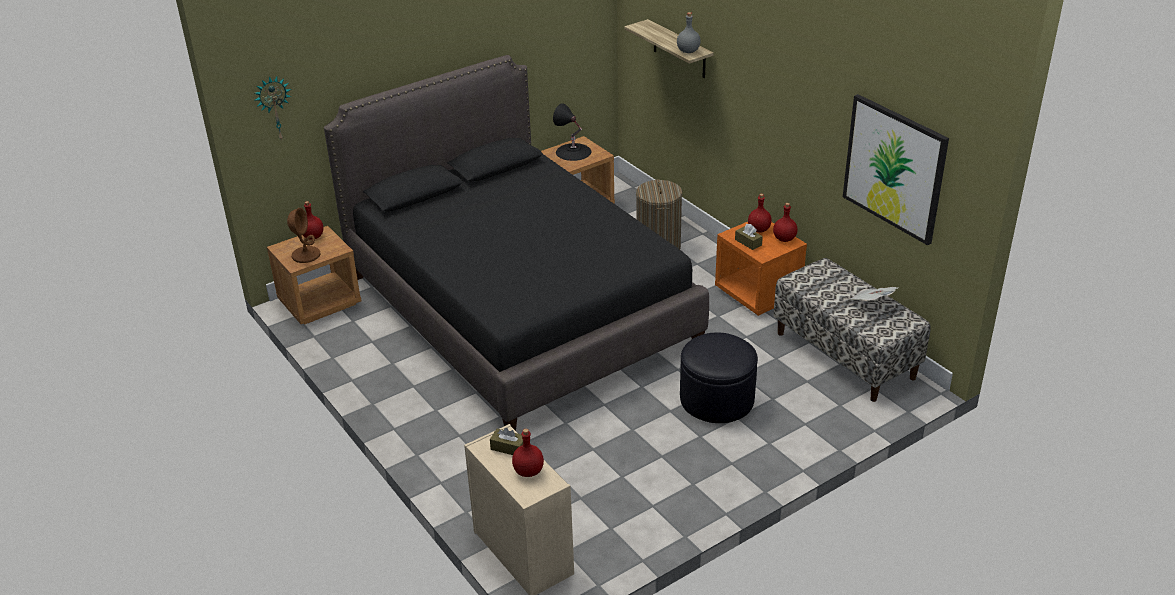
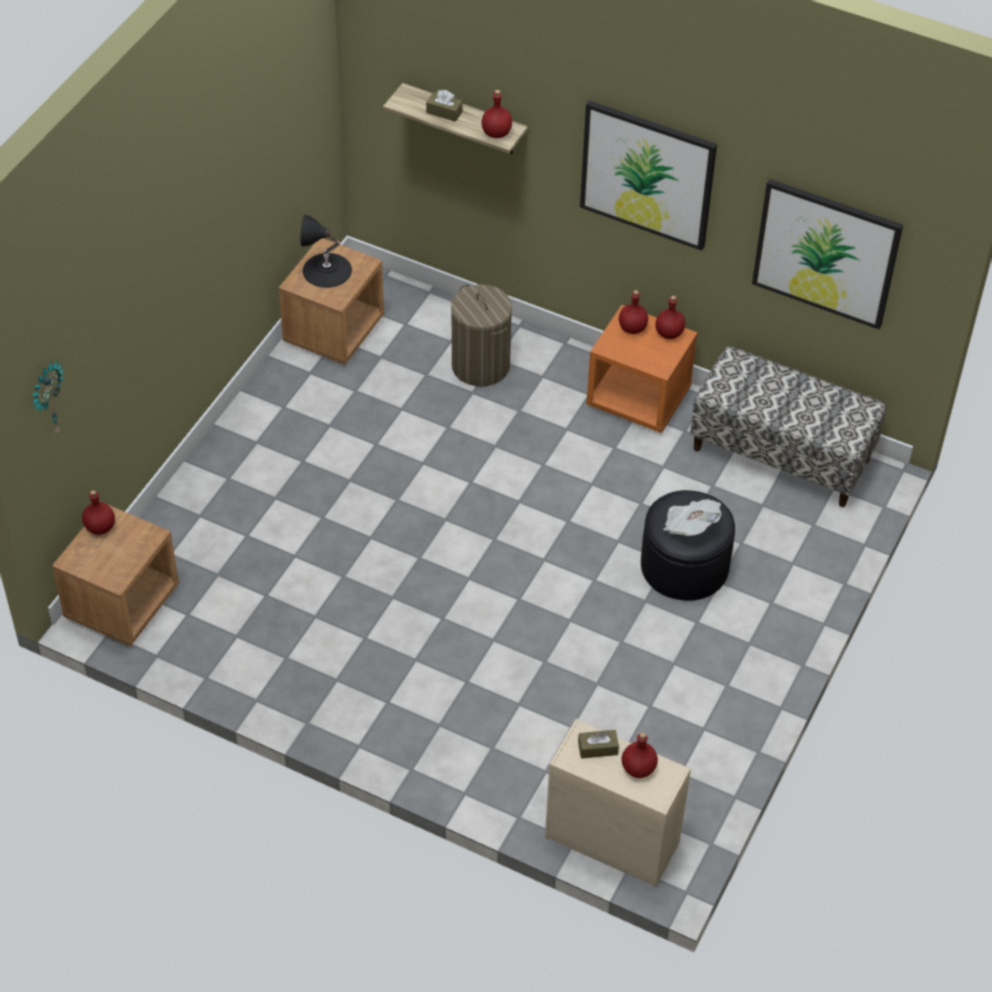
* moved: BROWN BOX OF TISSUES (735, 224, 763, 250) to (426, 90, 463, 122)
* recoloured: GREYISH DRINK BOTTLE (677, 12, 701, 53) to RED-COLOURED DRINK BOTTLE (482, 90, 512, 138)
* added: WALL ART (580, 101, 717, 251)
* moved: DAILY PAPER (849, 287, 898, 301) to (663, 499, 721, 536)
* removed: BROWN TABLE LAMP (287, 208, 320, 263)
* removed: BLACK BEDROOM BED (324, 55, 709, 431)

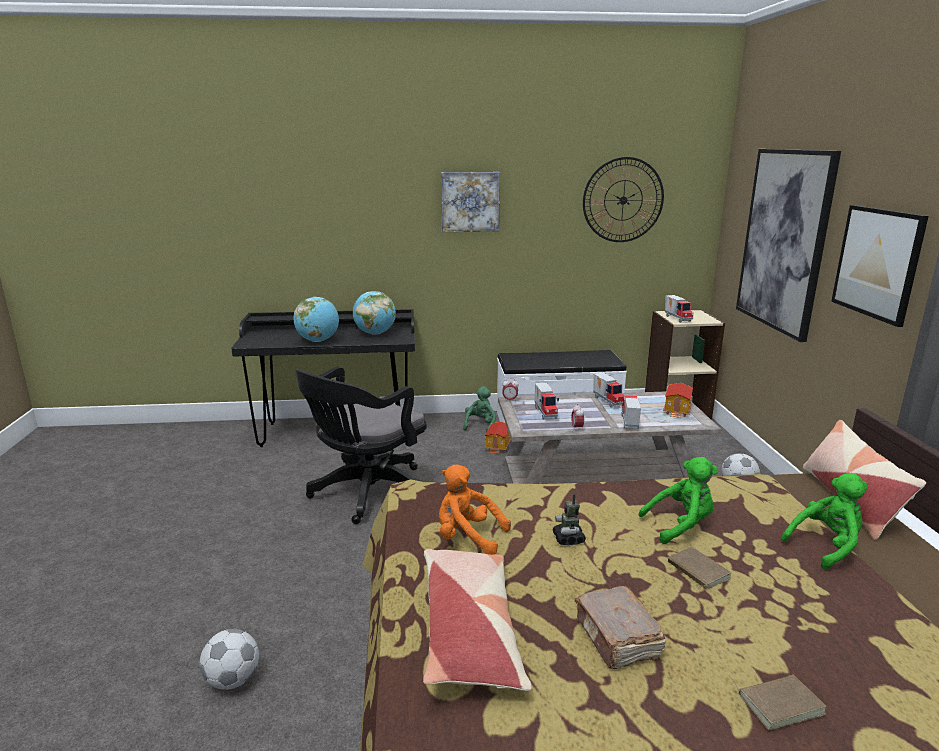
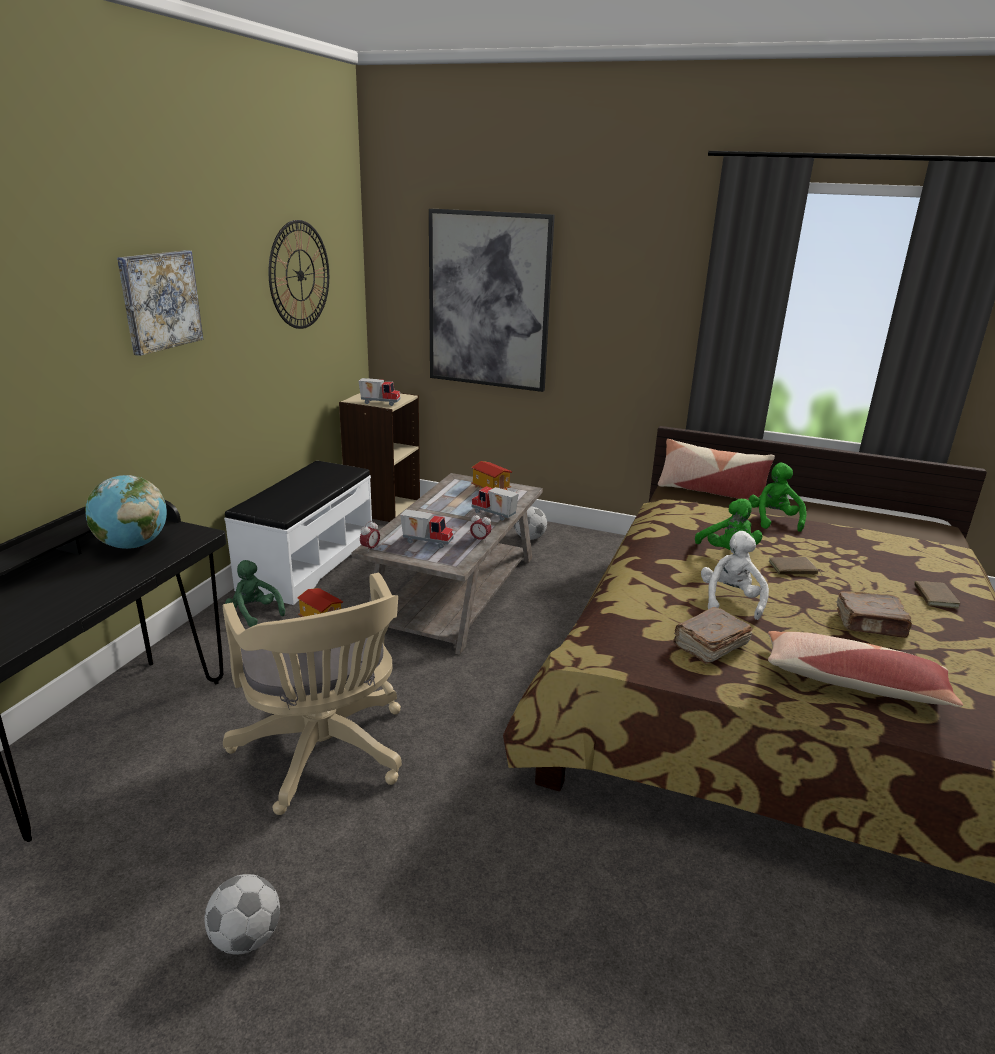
* moved: FOOTBALL (200, 629, 259, 690) to (204, 874, 280, 954)
* recoloured: BLACK DESK CHAIR (295, 367, 427, 524) to SAND-COLOURED DESK CHAIR (223, 573, 402, 815)
* replaced: ORANGE-COLOURED CUDDLY TOY (439, 464, 511, 555) to BROWN BOOK (673, 607, 753, 664)
* turned: GREEN-COLOURED CUDDLY TOY (639, 457, 719, 544) = (695, 499, 762, 550) 150 degrees clockwise
* replaced: ROBOT FIGURE (553, 494, 586, 545) to WHITE-COLOURED CUDDLY TOY (701, 531, 769, 620)
* removed: DESK GLOBE (293, 297, 339, 342)
* removed: TOY LORRY (593, 373, 625, 408)
* removed: WALL ART (831, 205, 929, 327)

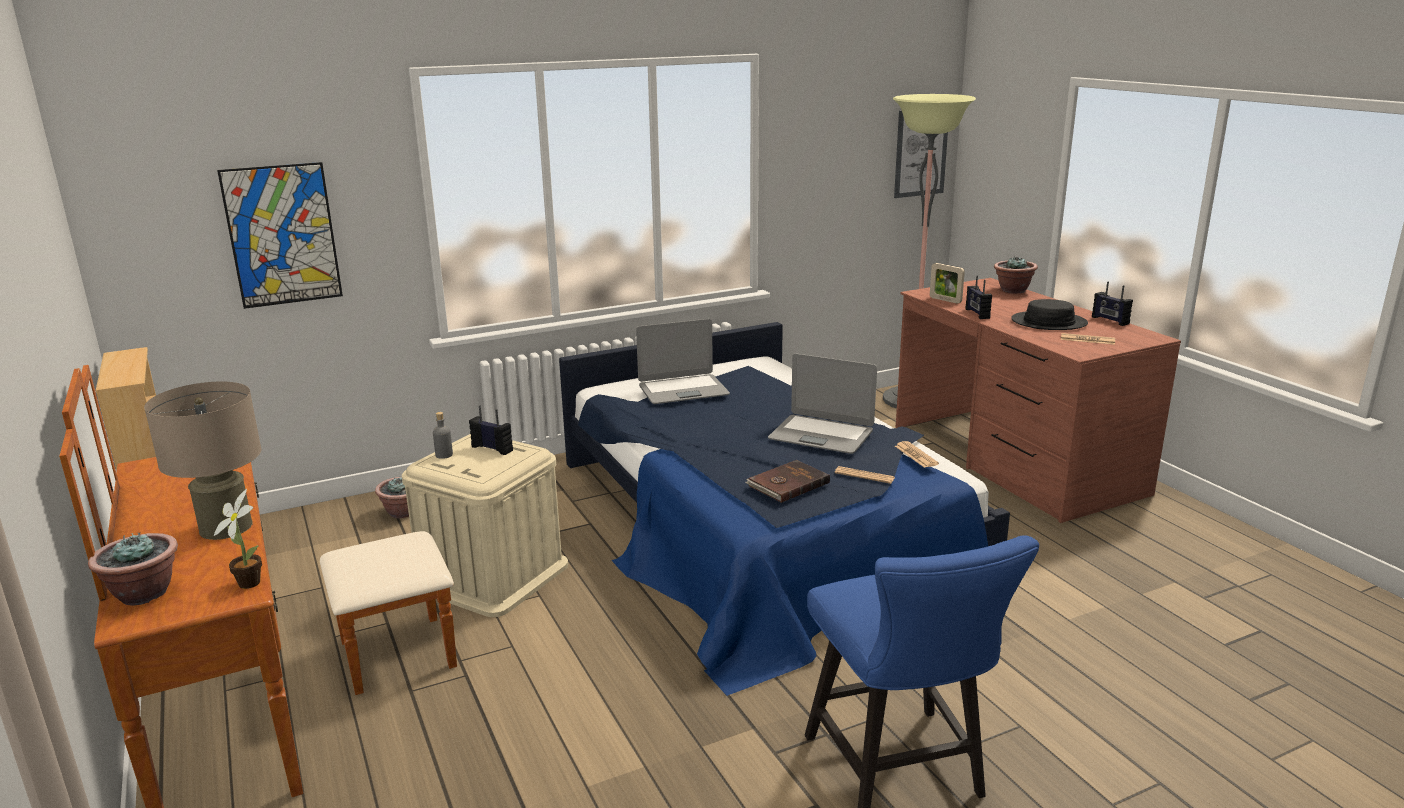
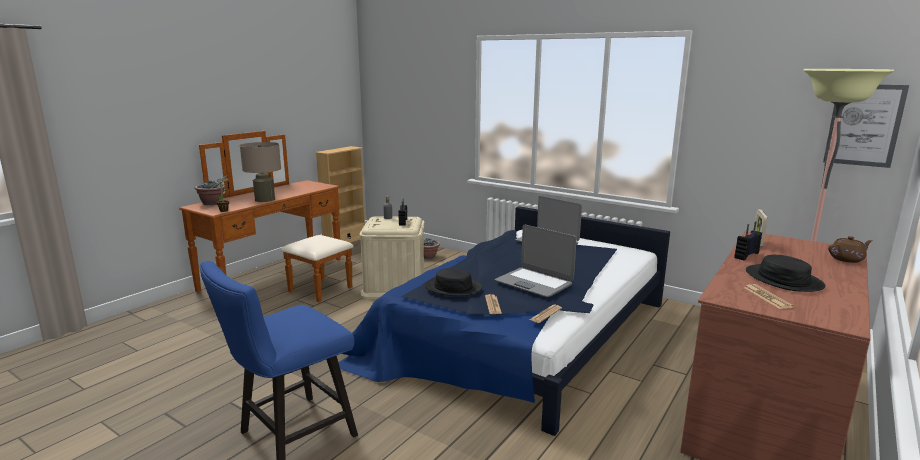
* replaced: BROWN BOOK (745, 460, 830, 503) to BLACK WEARABLE HAT (425, 268, 482, 296)
* turned: PORTABLE COMPUTER (768, 353, 877, 454) = (495, 225, 577, 297) 45 degrees counterclockwise
* replaced: HOUSEPLANT (994, 256, 1038, 293) to BROWN TEA POT (828, 236, 873, 263)
* removed: WALL ART (217, 162, 343, 309)
* removed: RADIO (1092, 281, 1133, 326)

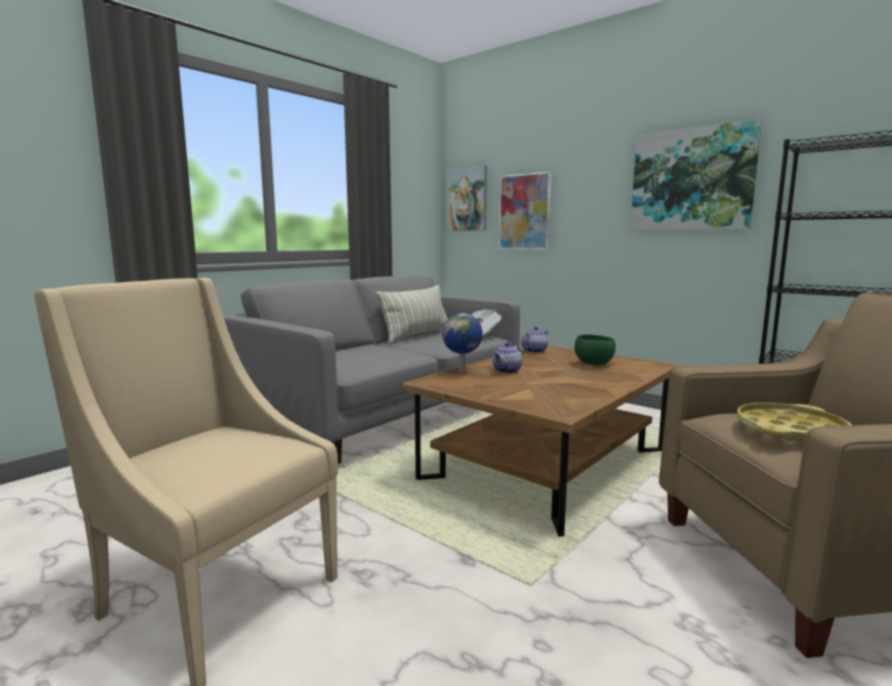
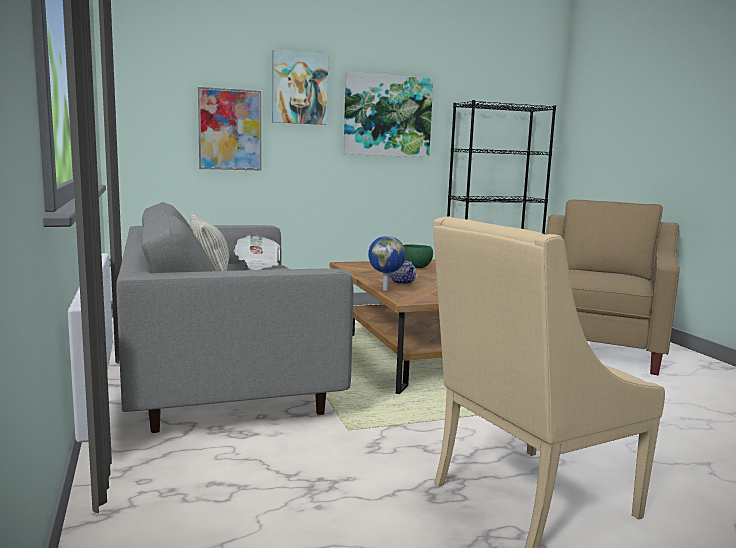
* moved: WALL ART (446, 165, 487, 231) to (272, 49, 328, 125)
* removed: TEA POT (521, 327, 549, 353)
* removed: YELLOWISH TRAY (737, 403, 851, 442)

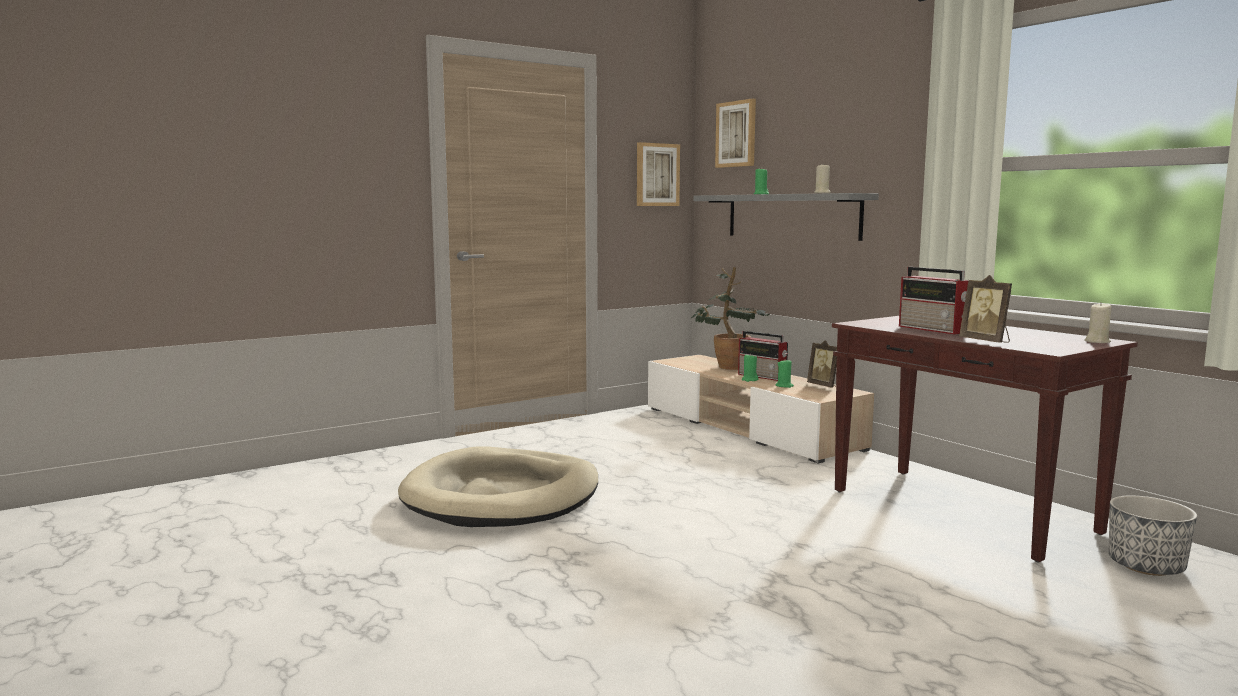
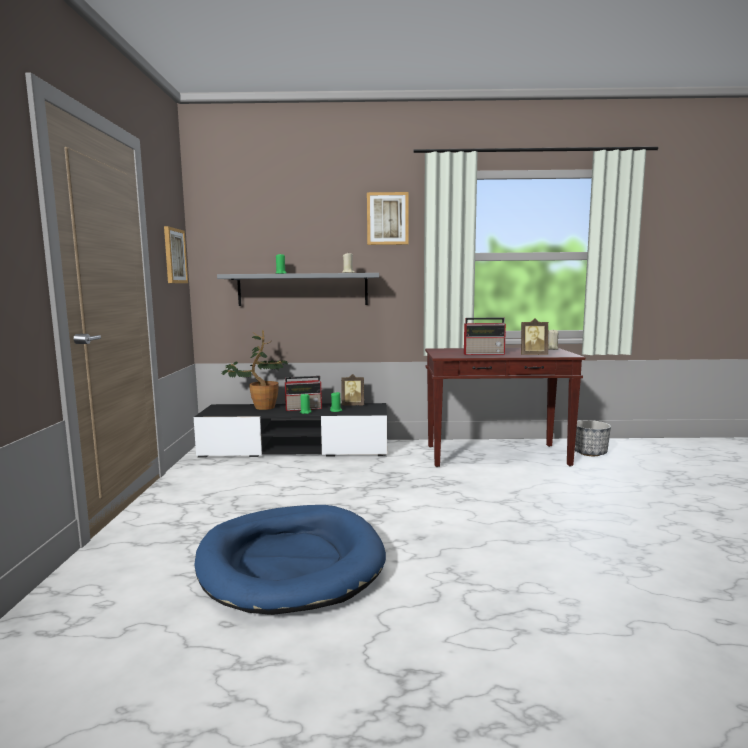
* recoloured: SAND-COLOURED TV STAND (648, 355, 874, 464) to BLACK TV STAND (194, 403, 387, 457)
* recoloured: SAND-COLOURED DOG BED (398, 446, 598, 527) to BLUISH DOG BED (194, 505, 386, 615)
* moved: WALL ART (715, 99, 756, 168) to (367, 192, 409, 245)

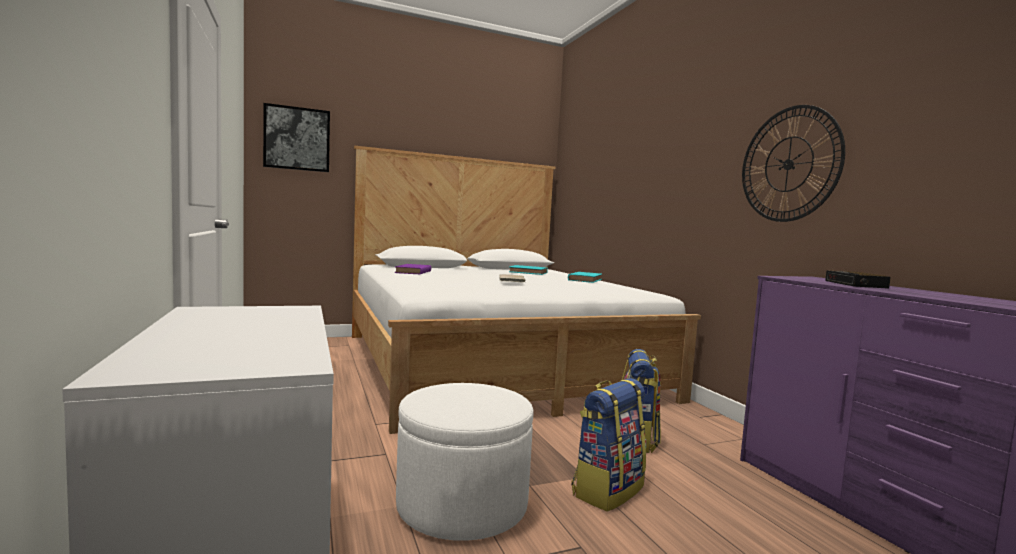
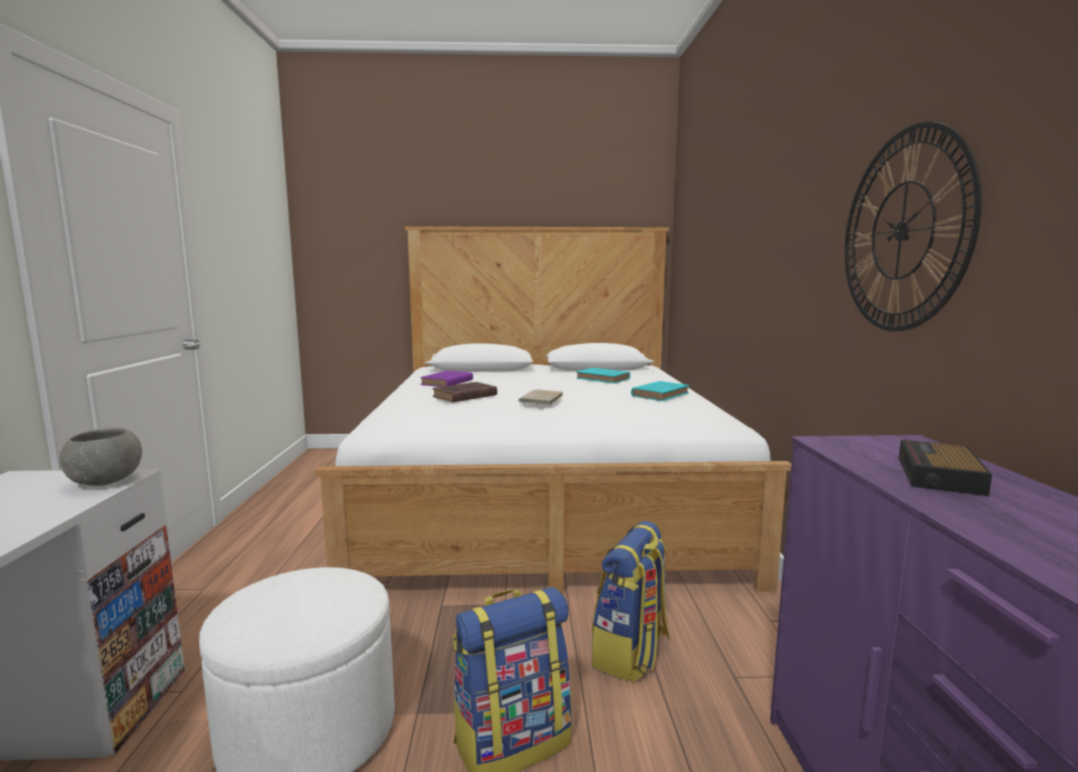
* added: GREYISH SERVING BOWL (60, 428, 142, 486)
* added: BROWN BOOK (433, 382, 497, 402)
* removed: WALL ART (263, 103, 330, 172)

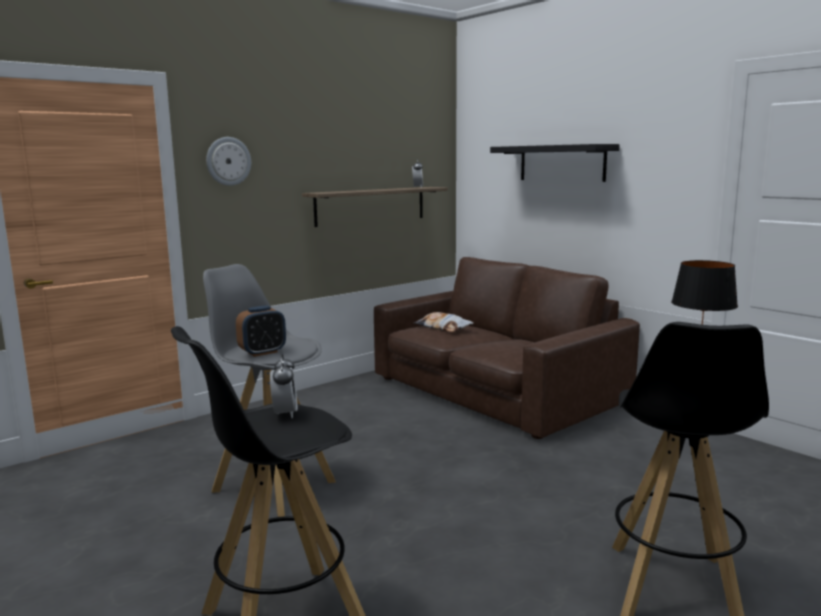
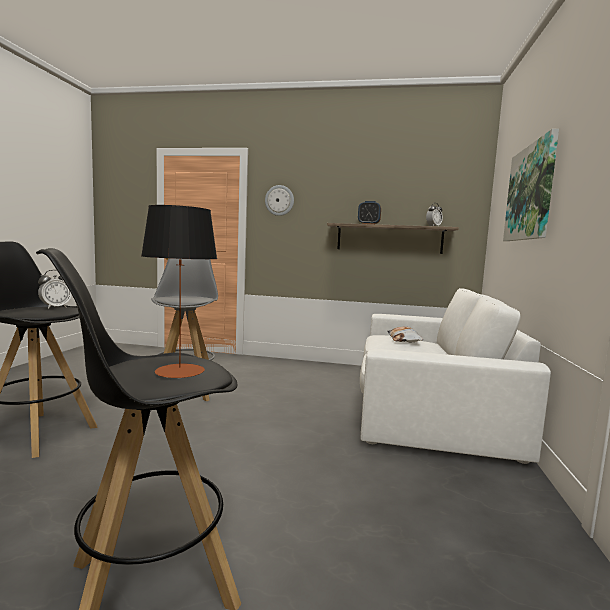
* moved: TABLE CLOCK (236, 306, 286, 357) to (358, 201, 381, 224)
* recoloured: BROWN COUCH (374, 257, 640, 439) to WHITE-COLOURED COUCH (360, 288, 551, 464)
* replaced: BLACK BRACKET SHELF (490, 144, 620, 182) to WALL ART (503, 129, 559, 241)

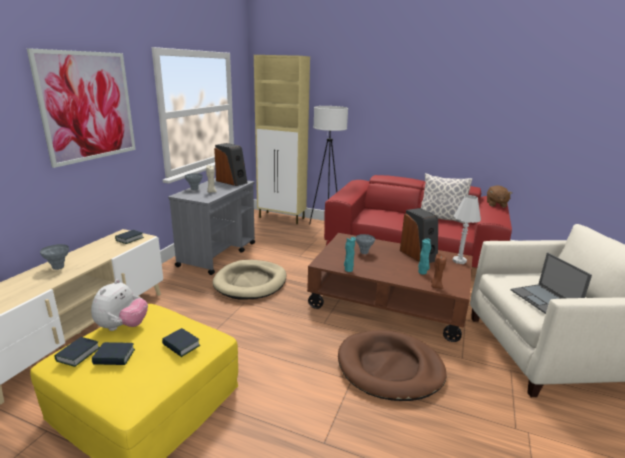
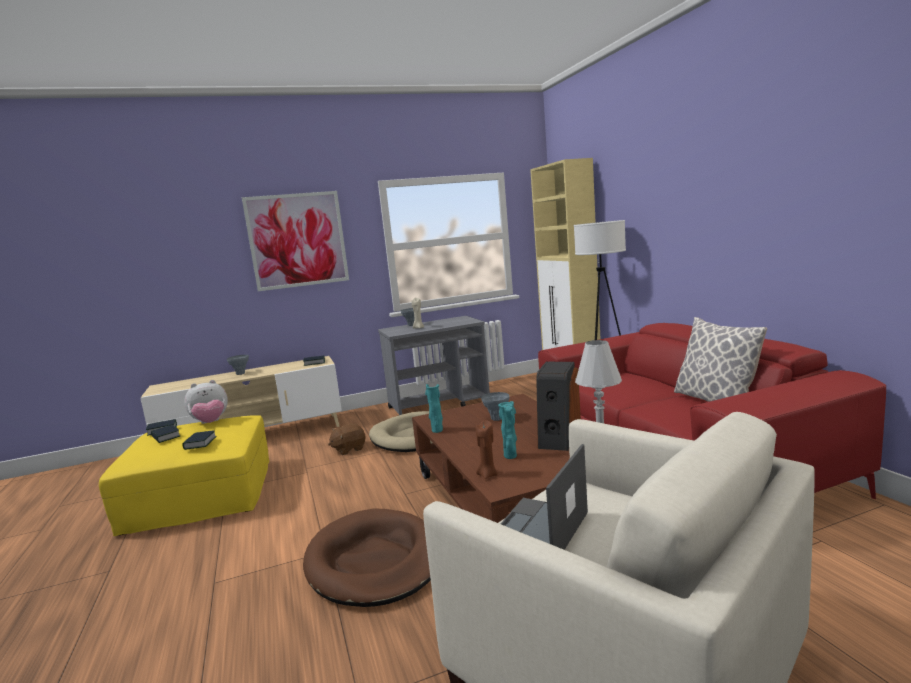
* moved: BROWN CUDDLY TOY (487, 185, 512, 207) to (328, 424, 366, 455)
* removed: LOUDSPEAKER (214, 143, 248, 186)

